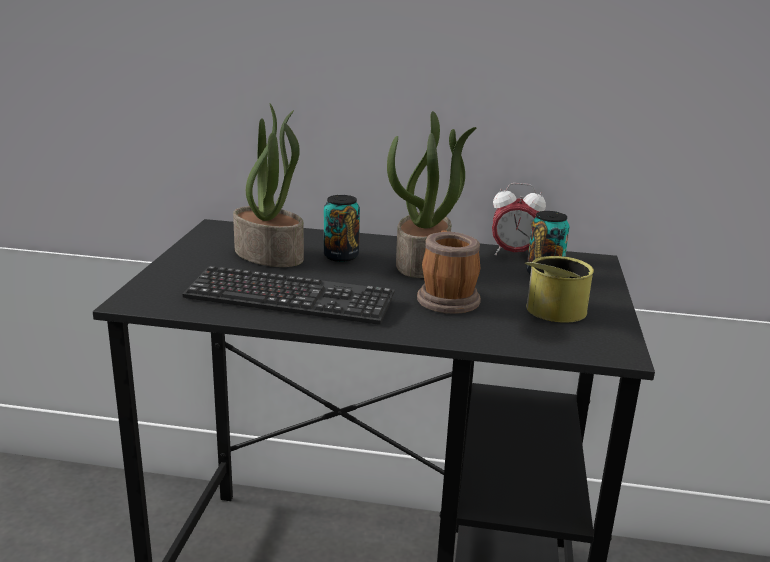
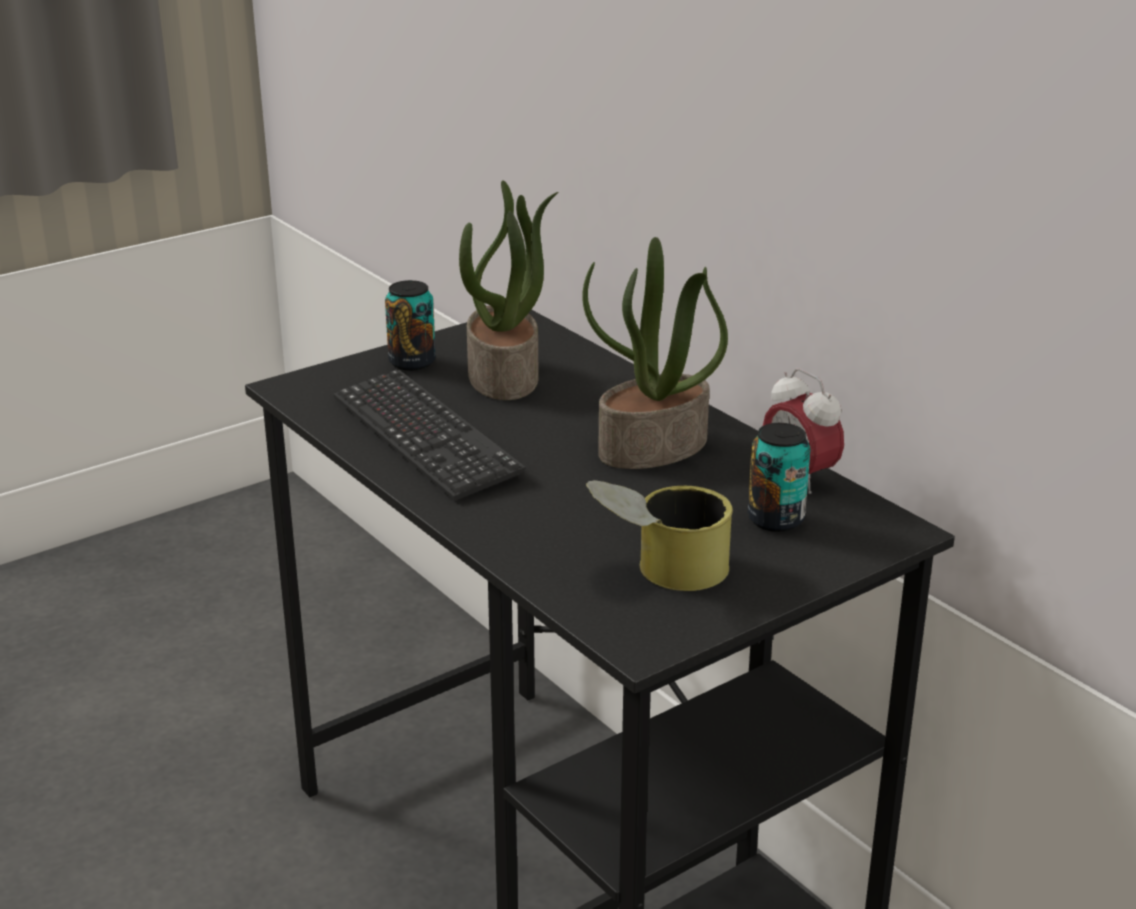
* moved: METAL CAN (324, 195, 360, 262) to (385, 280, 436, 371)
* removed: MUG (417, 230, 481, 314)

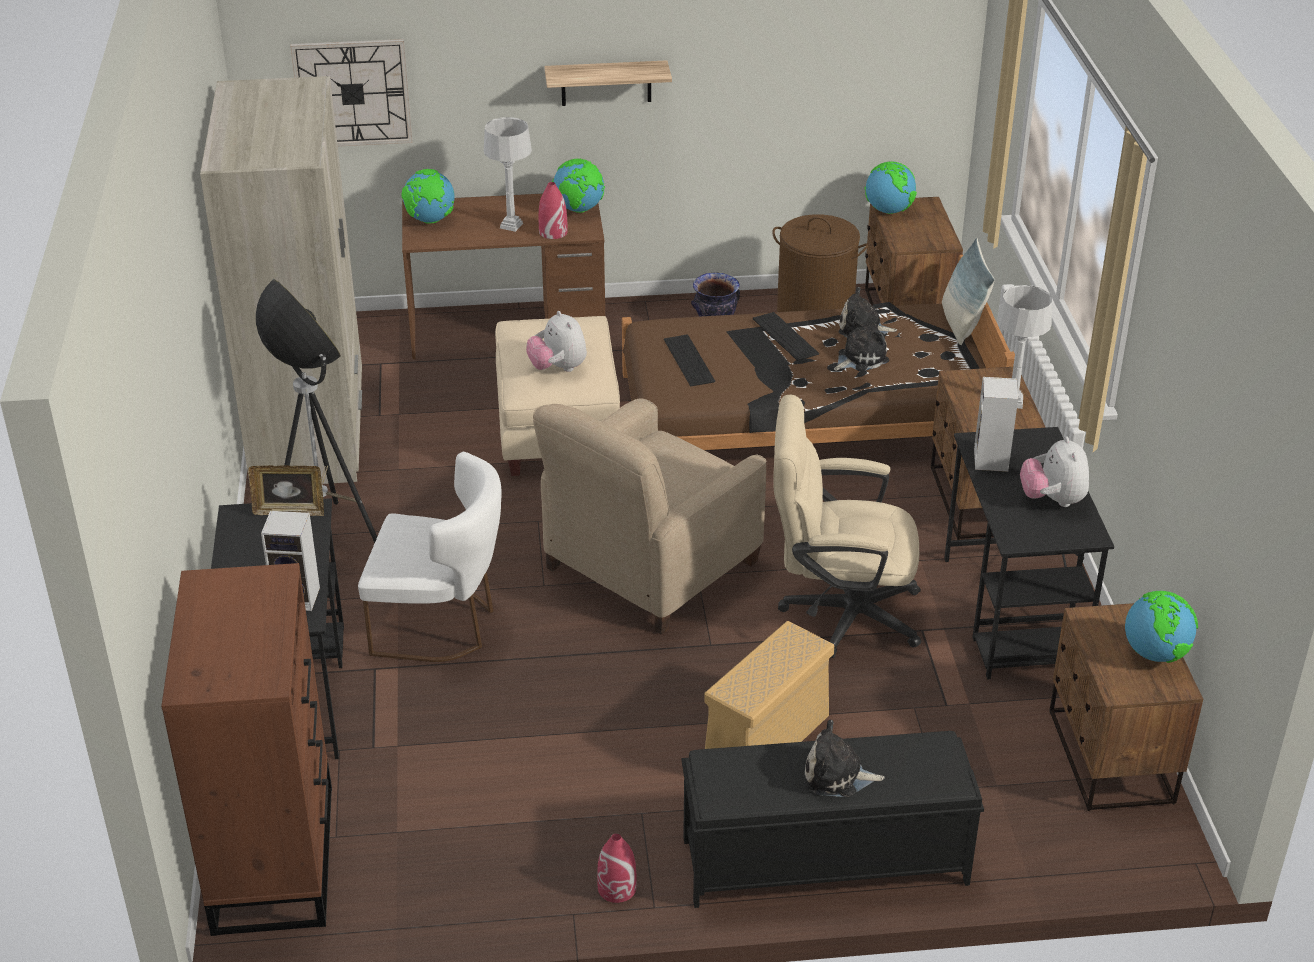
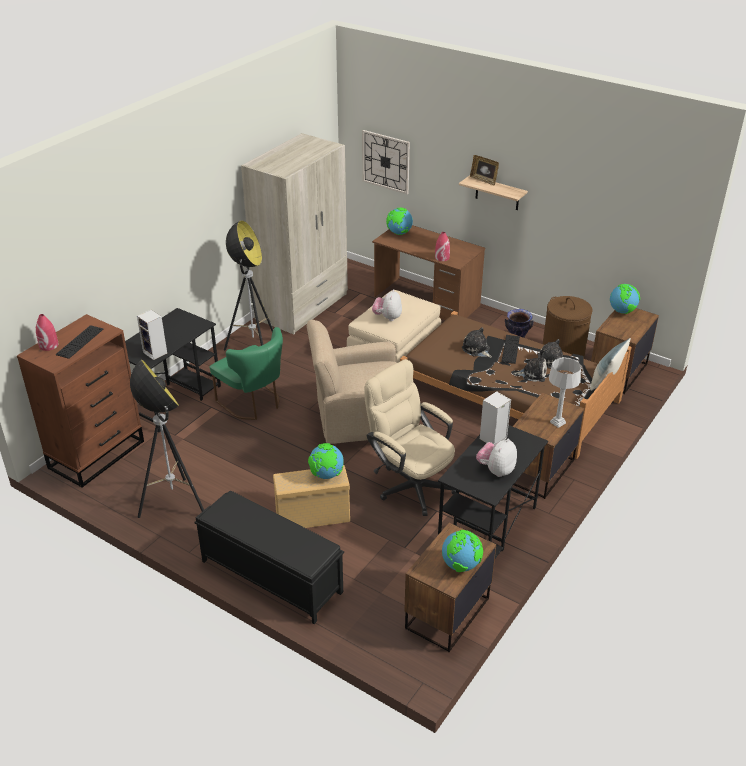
* moved: RED-COLOURED VASE (597, 833, 637, 903) to (36, 314, 59, 351)
* moved: KEYBOARD (664, 334, 715, 386) to (56, 325, 103, 359)
* added: FLOOR LAMP (130, 359, 204, 518)
* recoloured: WHITE-COLOURED UPRIGHT CHAIR (358, 452, 502, 662) to GREEN-COLOURED UPRIGHT CHAIR (210, 327, 283, 420)
* moved: DESK GLOBE (552, 159, 605, 213) to (308, 443, 344, 479)
* moved: CUDDLY TOY (804, 720, 885, 797) to (462, 327, 492, 358)
* moved: PICTURE FRAME (248, 465, 324, 516) to (470, 155, 499, 185)
* removed: GREYISH TABLE LAMP (484, 117, 532, 232)

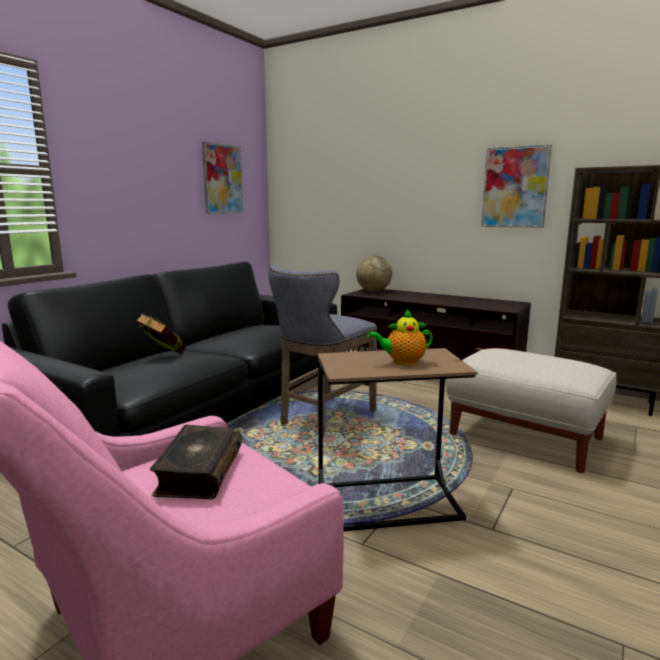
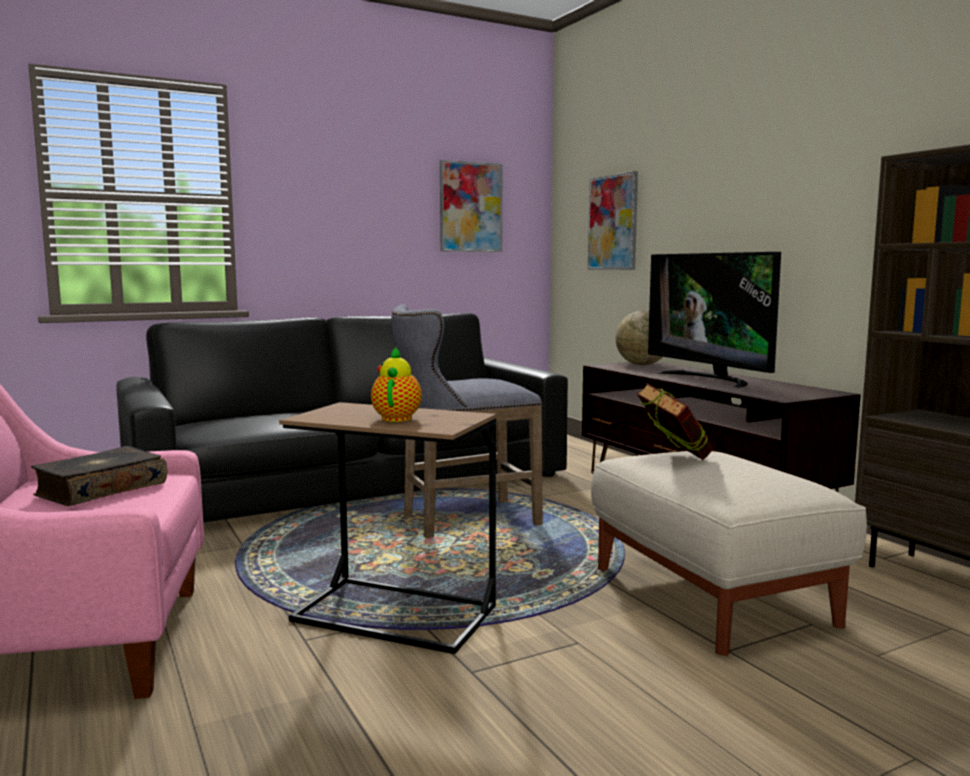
* turned: TEA POT (368, 309, 433, 366) = (371, 347, 422, 422) 75 degrees clockwise
* moved: WALL ART (481, 144, 552, 228) to (588, 171, 638, 270)
* moved: BOOK (135, 313, 186, 354) to (637, 383, 713, 460)
* added: TV (648, 252, 781, 388)

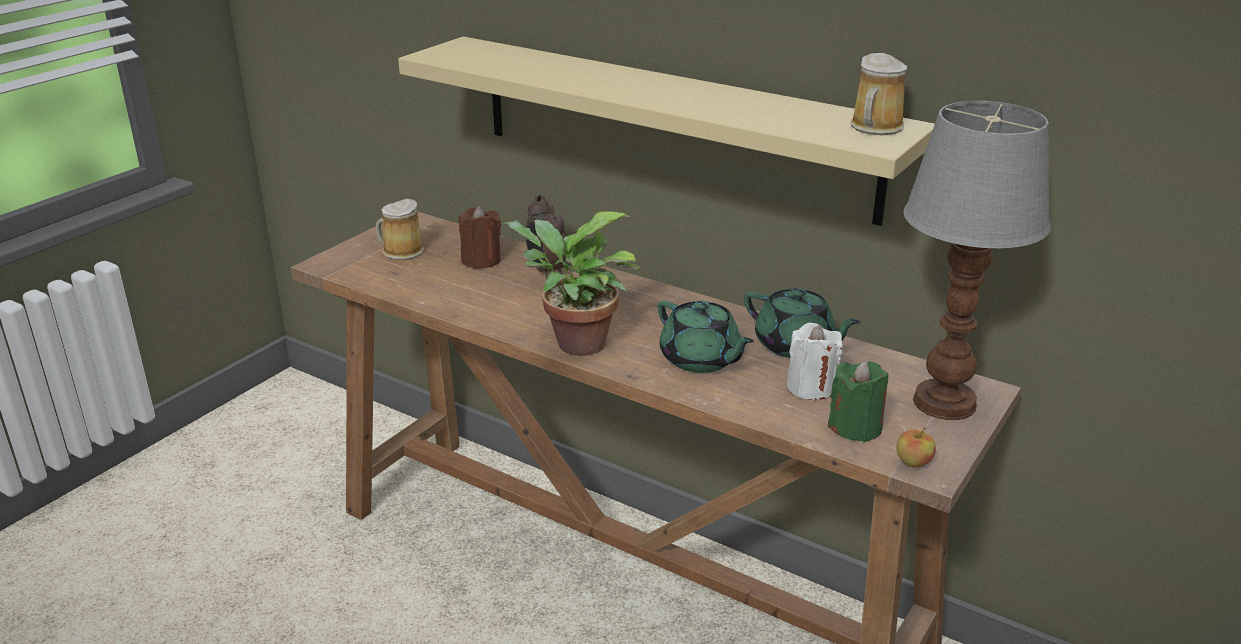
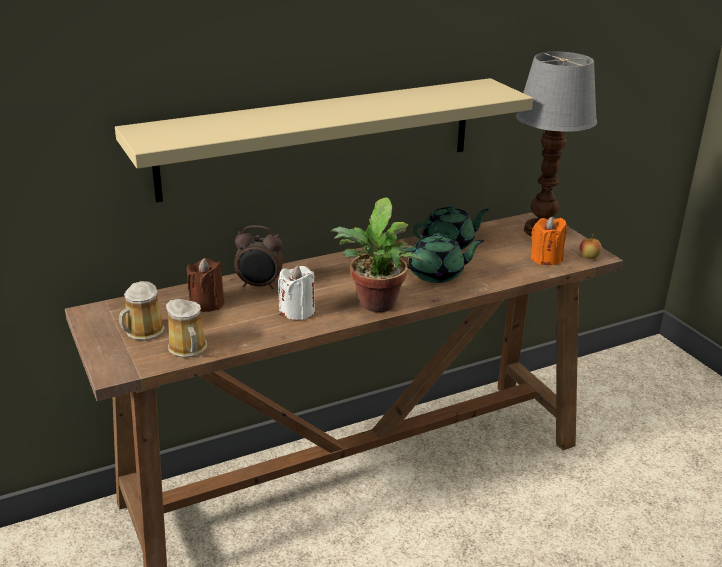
* moved: MUG (850, 53, 907, 135) to (166, 299, 207, 358)
* moved: WHITE-COLOURED WAX LIGHT (787, 323, 843, 400) to (278, 265, 315, 320)
* recoloured: GREEN-COLOURED WAX LIGHT (828, 361, 889, 442) to ORANGE-COLOURED WAX LIGHT (531, 216, 567, 265)

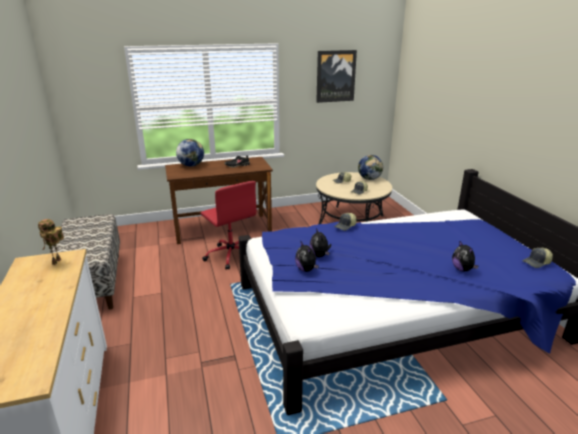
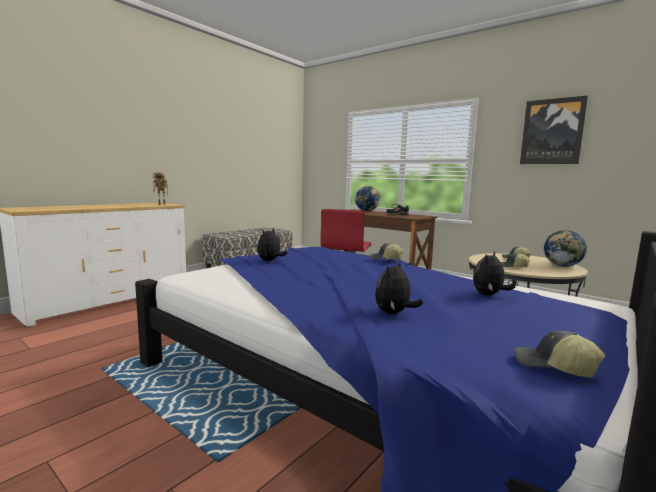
* moved: CUDDLY TOY (309, 228, 331, 257) to (473, 251, 515, 295)

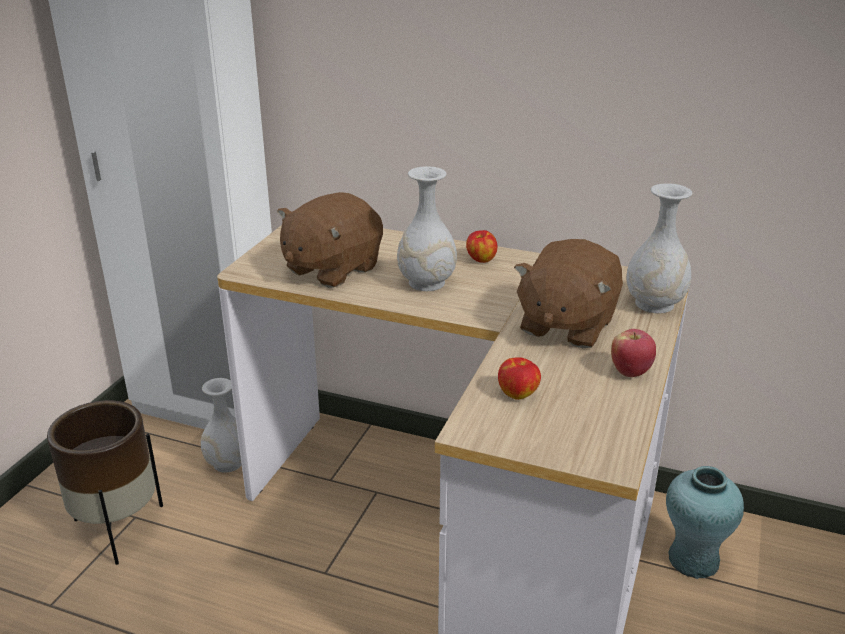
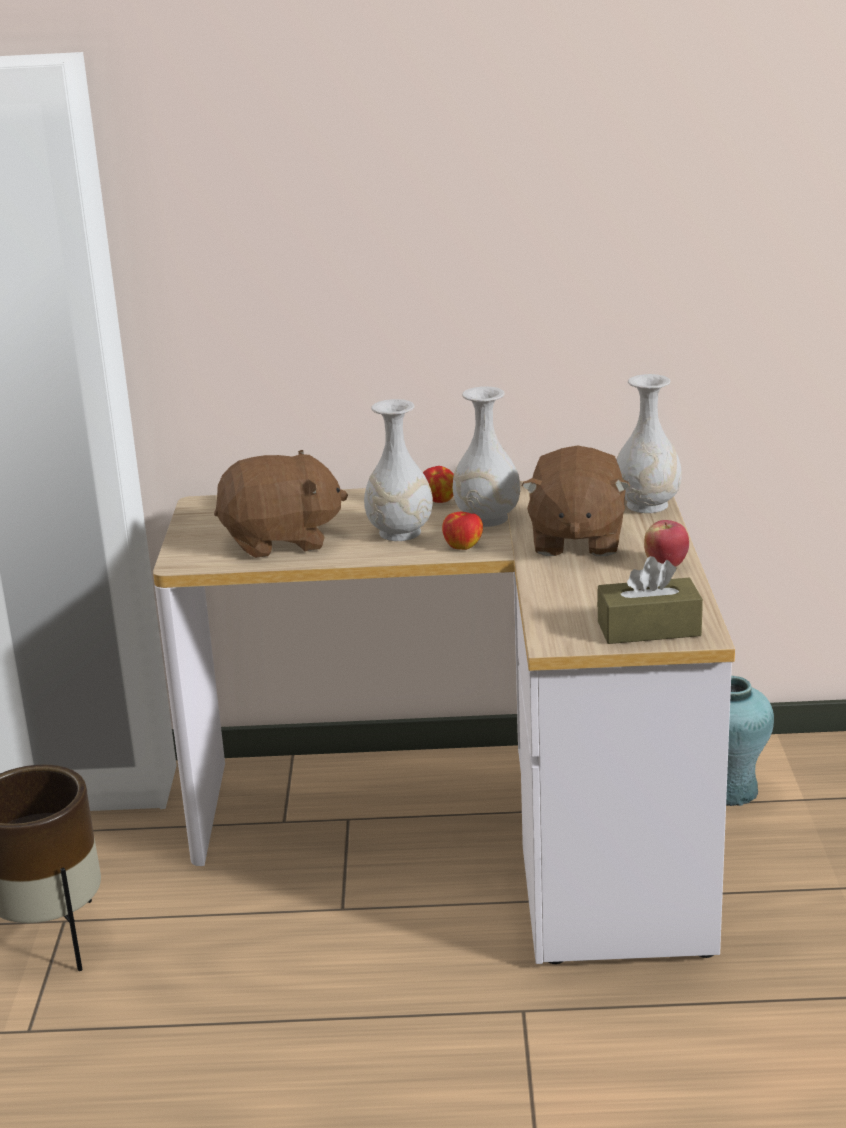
* turned: BROWN CUDDLY TOY (277, 192, 383, 288) = (214, 450, 348, 558) 120 degrees counterclockwise
* moved: APPLE (498, 357, 541, 400) to (442, 512, 483, 550)
* moved: WHITE-COLOURED VASE (201, 378, 242, 473) to (453, 387, 520, 527)
* added: BROWN BOX OF TISSUES (597, 556, 703, 644)

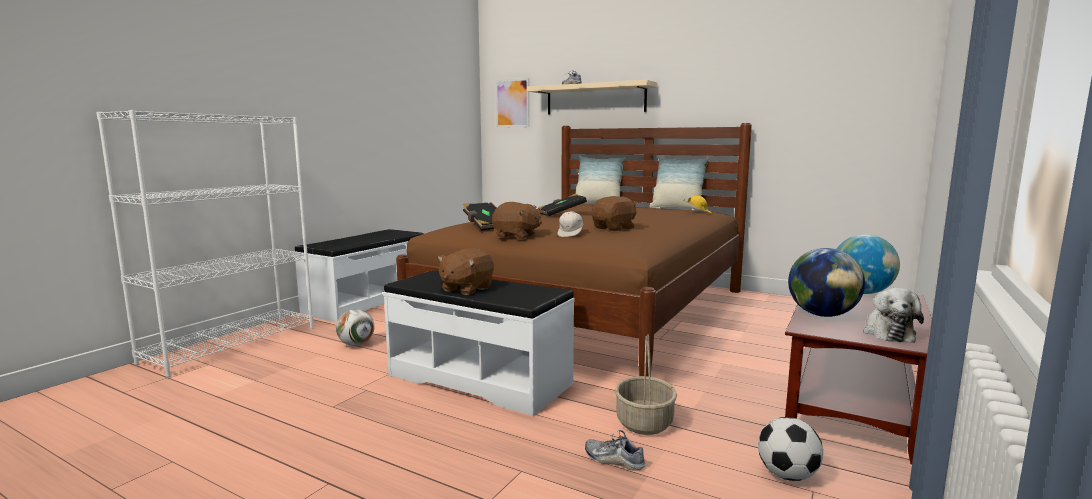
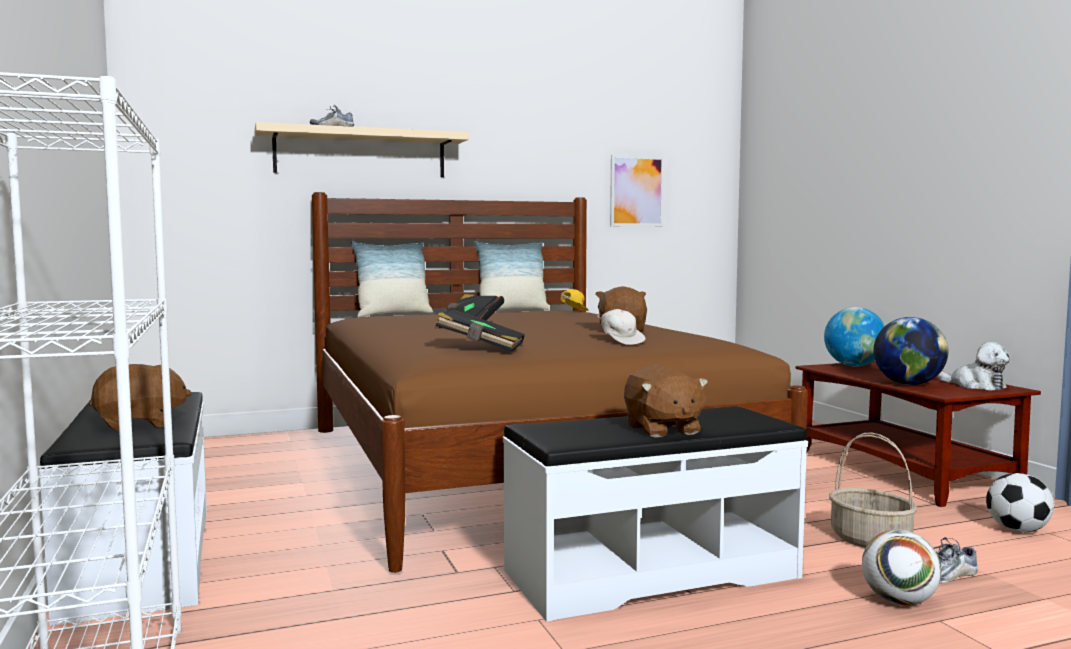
* moved: BROWN CUDDLY TOY (492, 202, 542, 239) to (89, 364, 192, 432)
* moved: WALL ART (495, 78, 529, 128) to (610, 155, 665, 227)
* moved: FOOTBALL (336, 309, 375, 346) to (862, 529, 941, 605)

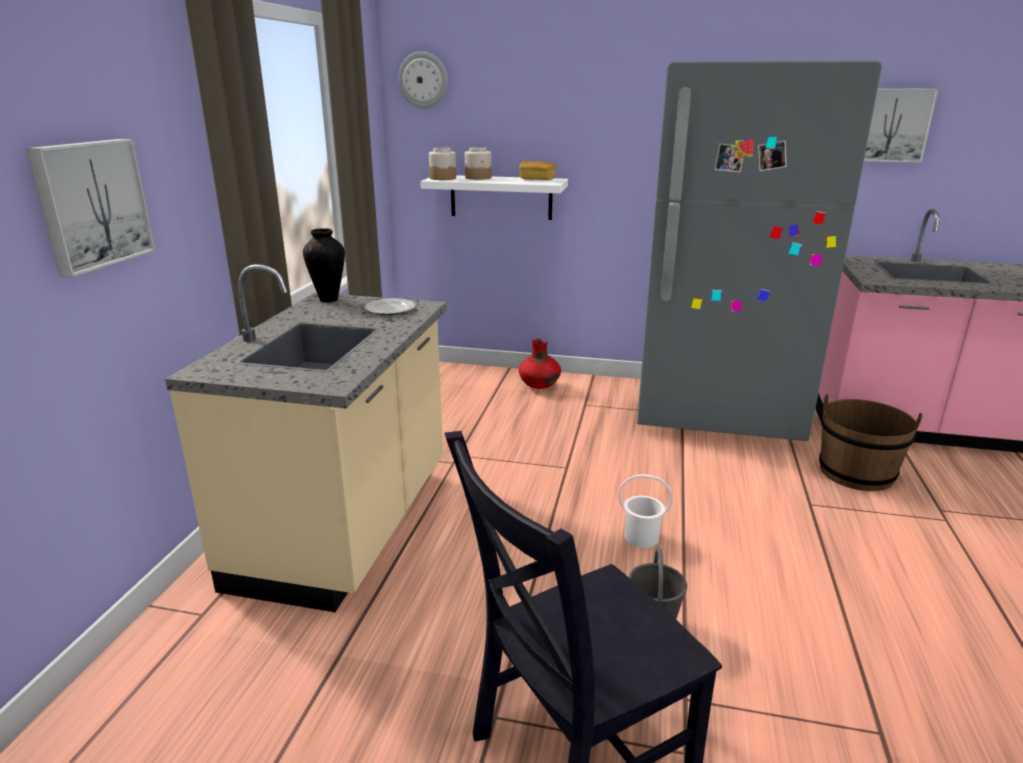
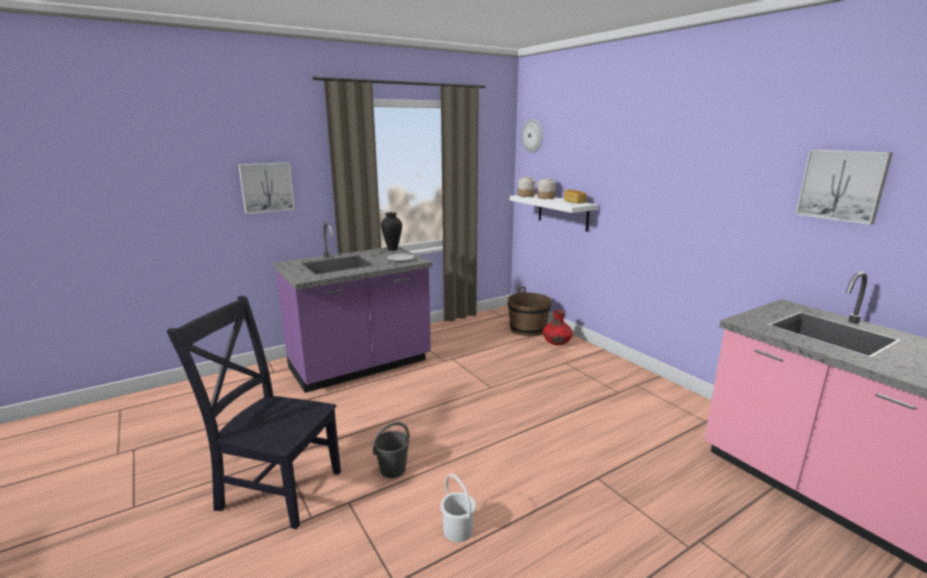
* recoloured: SAND-COLOURED COUNTER (165, 264, 447, 612) to PURPLE-COLOURED COUNTER (274, 222, 432, 393)
* moved: WHITE-COLOURED PAIL (618, 474, 673, 548) to (441, 474, 476, 542)
* moved: BROWN PAIL (819, 394, 923, 491) to (508, 287, 551, 336)
* removed: GREYISH REFRIGERATOR (637, 60, 882, 441)

